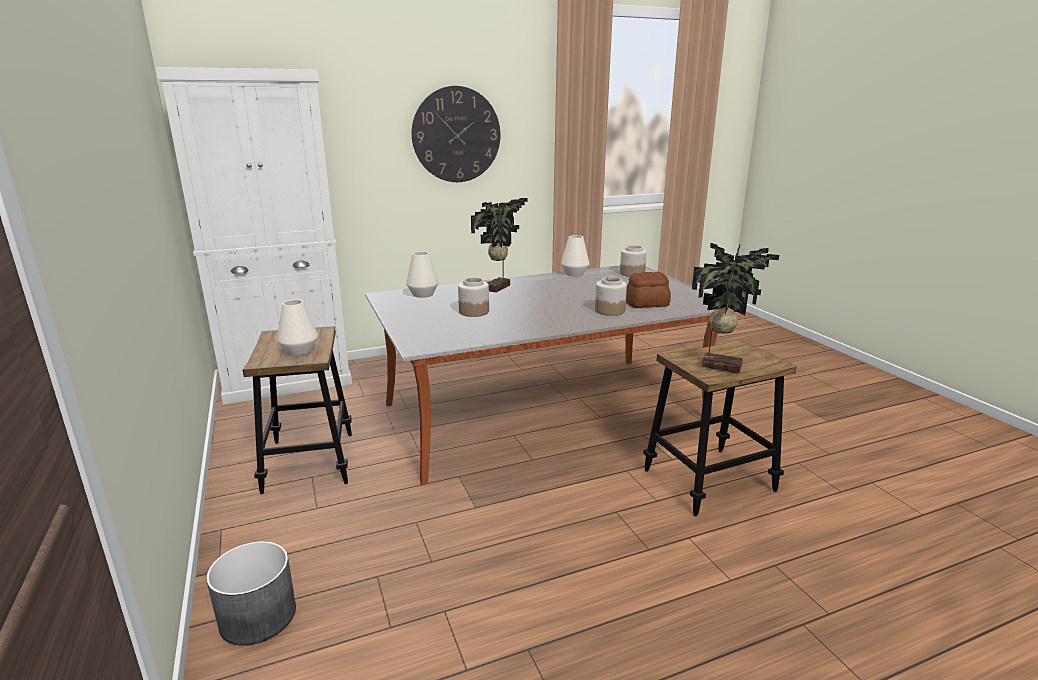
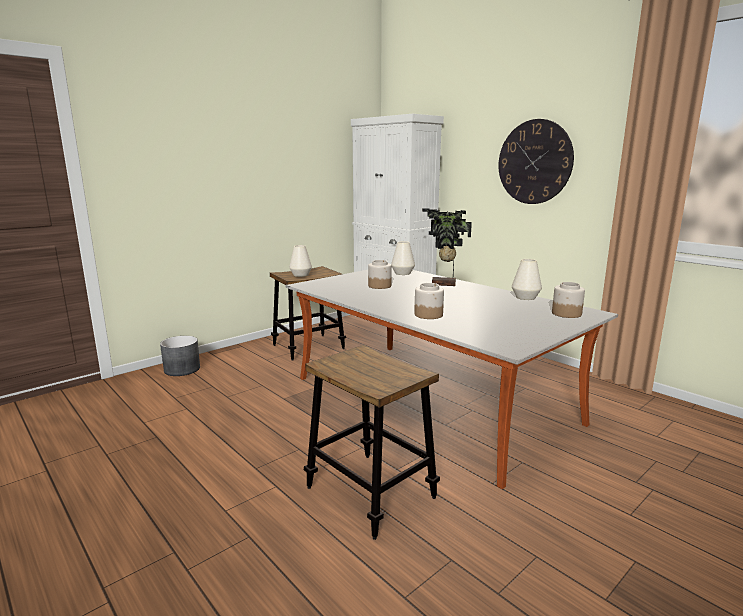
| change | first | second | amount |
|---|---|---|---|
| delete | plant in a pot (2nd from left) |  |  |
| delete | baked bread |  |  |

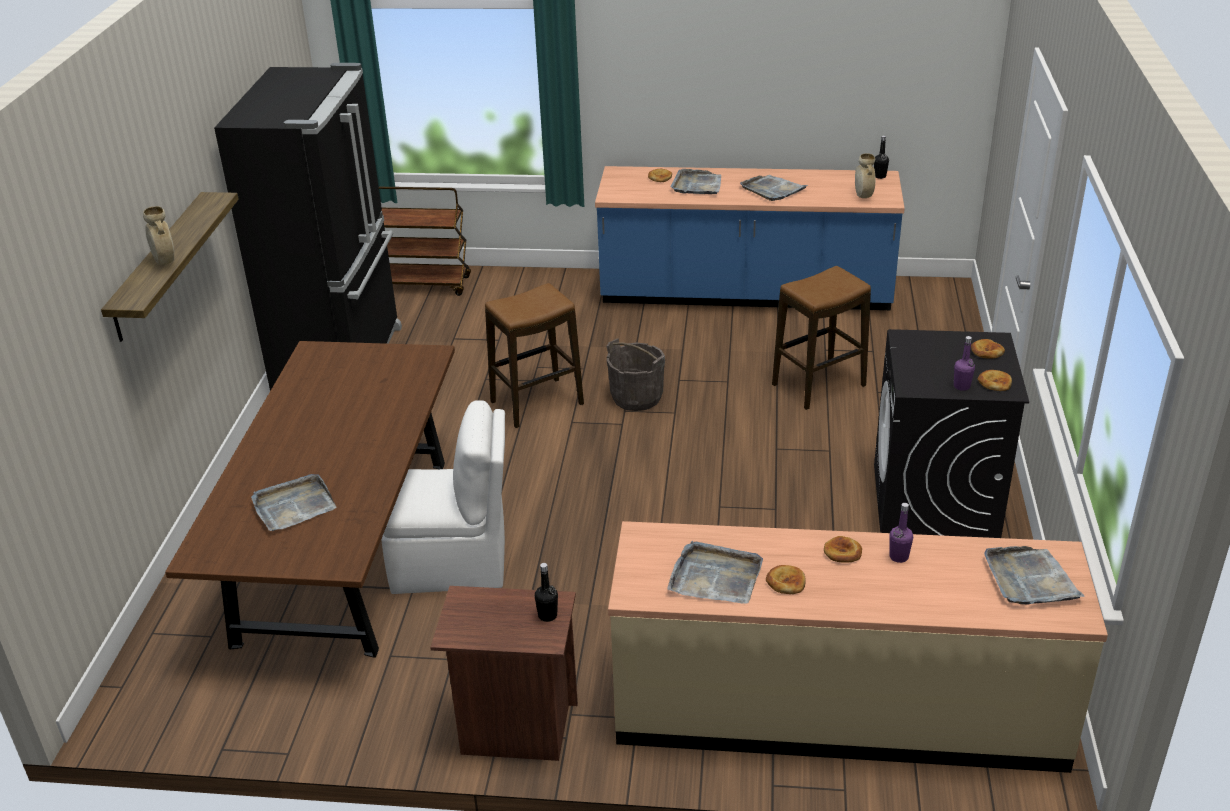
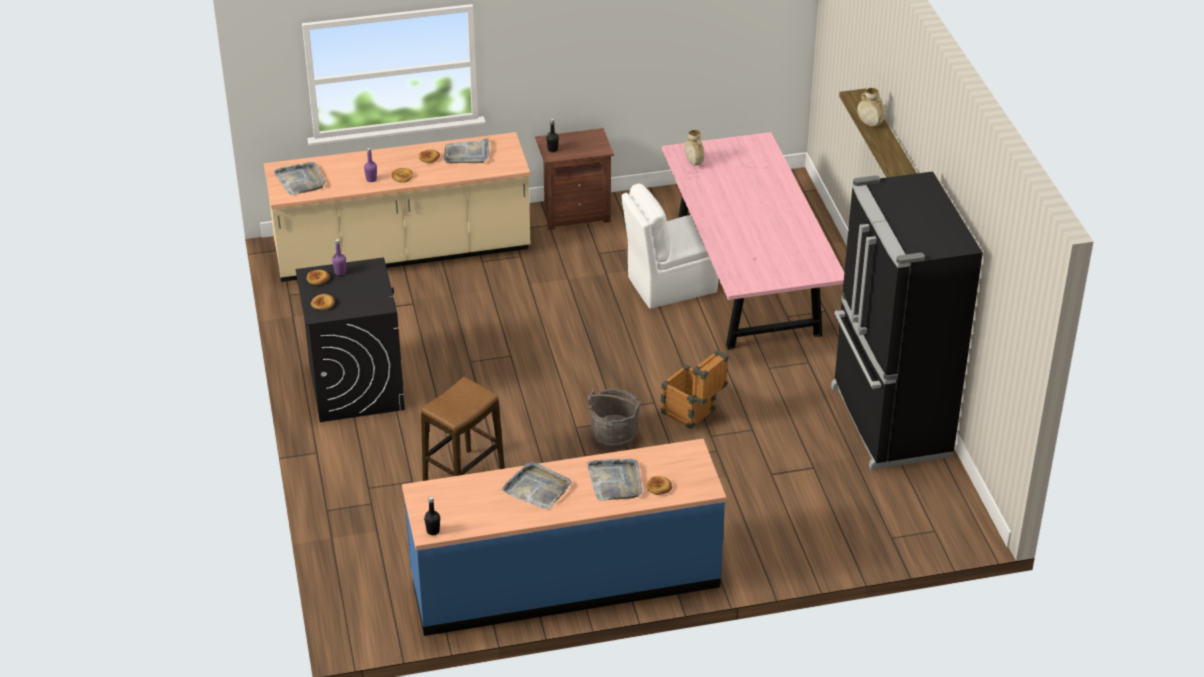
| change | first | second | amount |
|---|---|---|---|
| move | beige vase (2nd from left in the first image) | beige vase (1st from left) |  |
| delete | brownish wheeled cart |  |  |
| replace | sitting stool (1st from left) | crate |  |
| recolor | brownish dinner table | pink dinner table |  |
| delete | grey carrying tray (1st from left) |  |  |

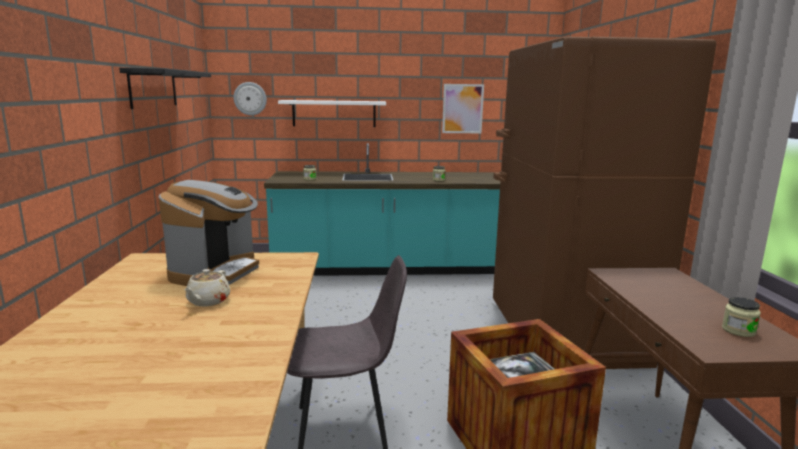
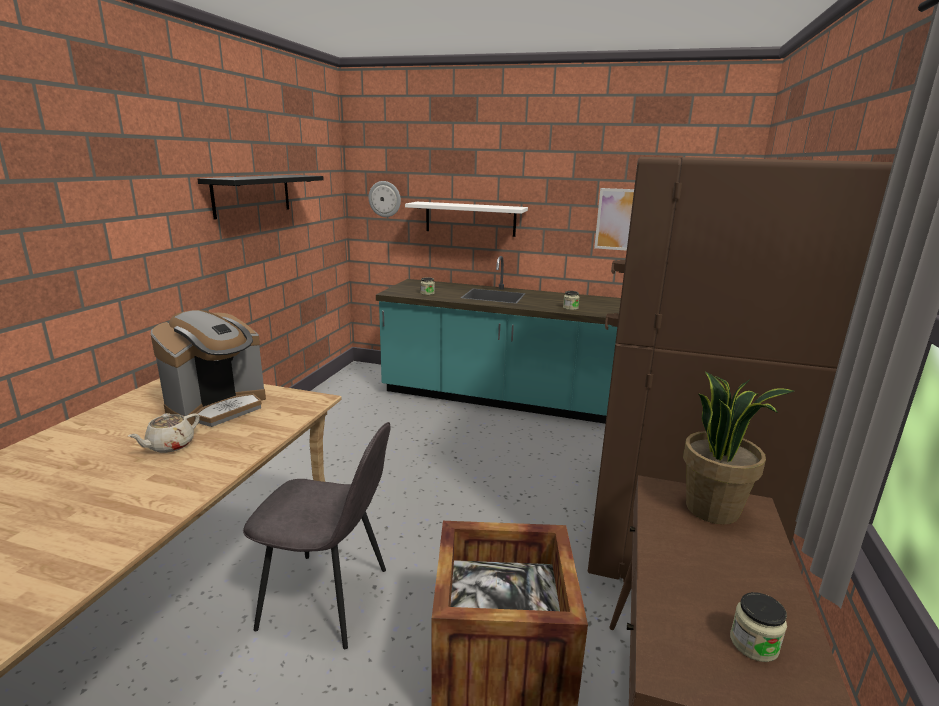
| change | first | second | amount |
|---|---|---|---|
| insert |  | plant in a pot |  |

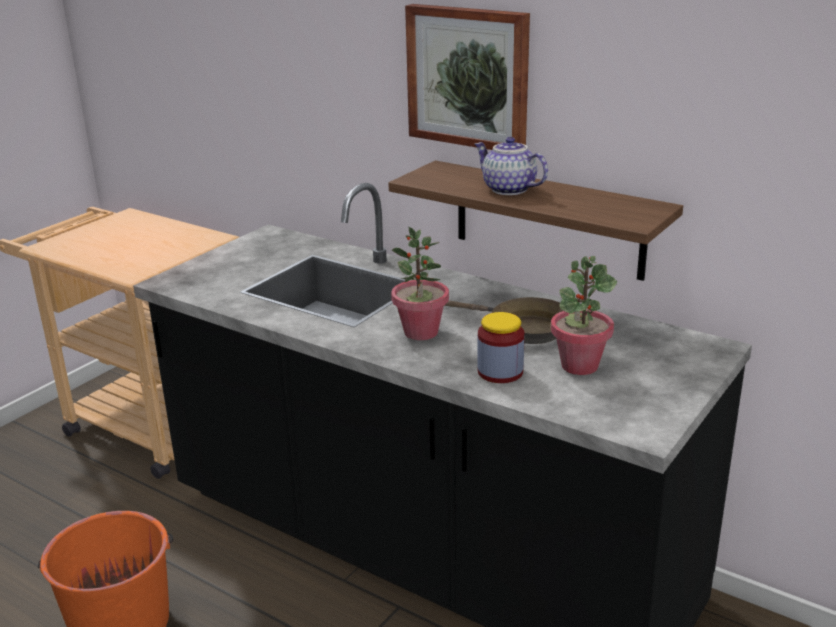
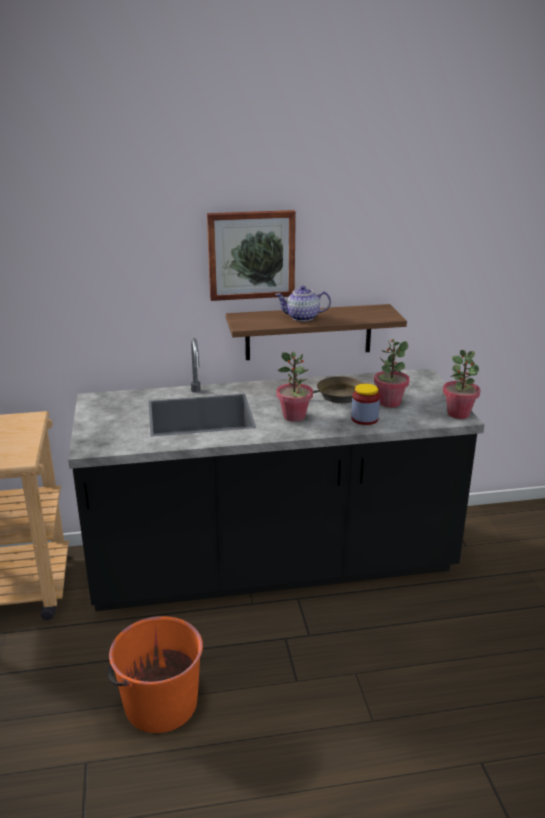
| change | first | second | amount |
|---|---|---|---|
| insert |  | plant in a pot (3rd from left) |  |

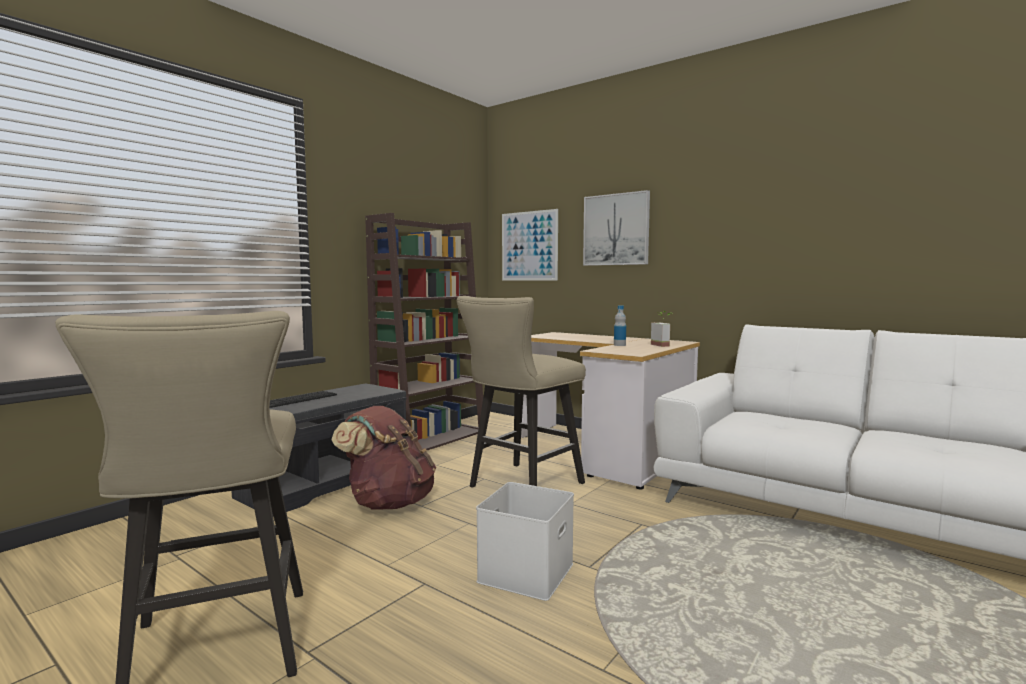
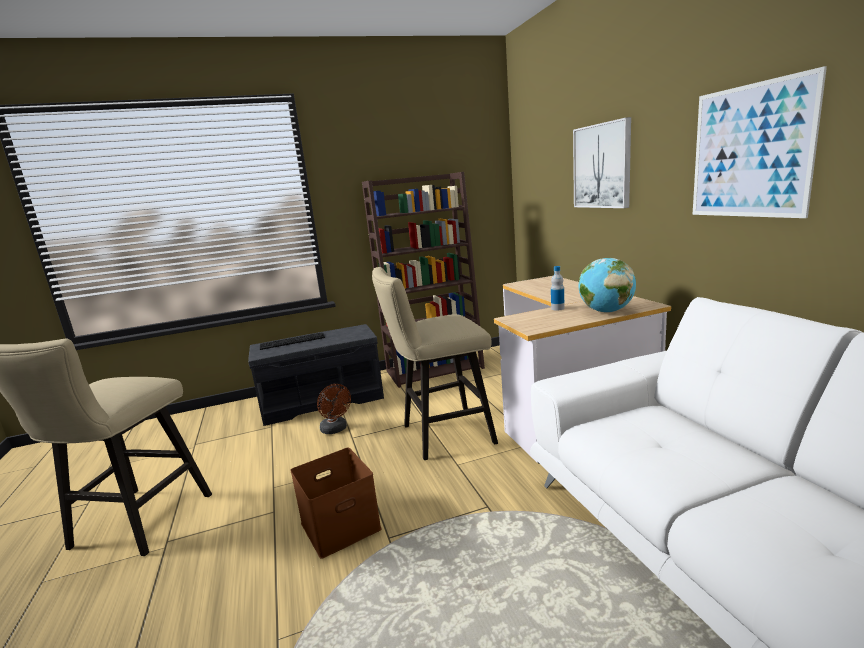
| change | first | second | amount |
|---|---|---|---|
| move | wall art (1st from left in the first image) | wall art (2nd from left) |  |
| replace | plant in a pot | desk globe |  |
| replace | brownish backpack | brownish electric fan |  |
| recolor | white storage bin | brownish storage bin |  |

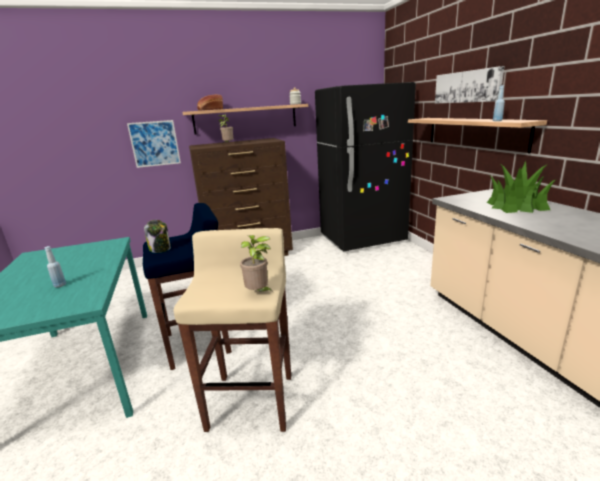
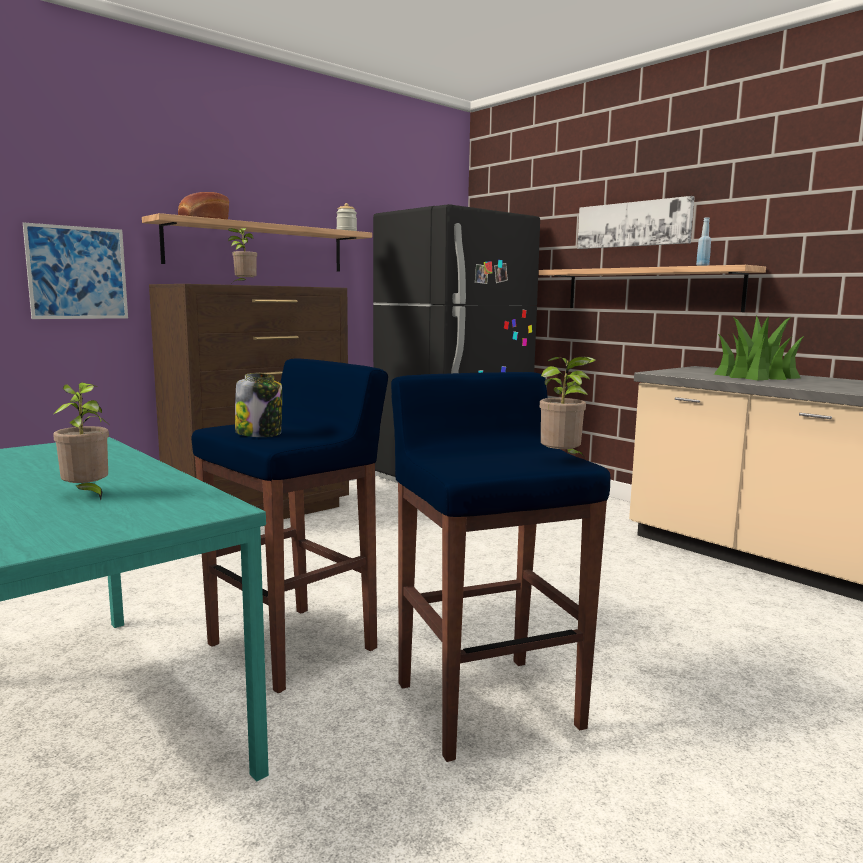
| change | first | second | amount |
|---|---|---|---|
| recolor | beige sitting stool | bluish sitting stool (2nd from left) |  |
| replace | bluish beverage bottle (1st from left) | plant in a pot (1st from left) |  |

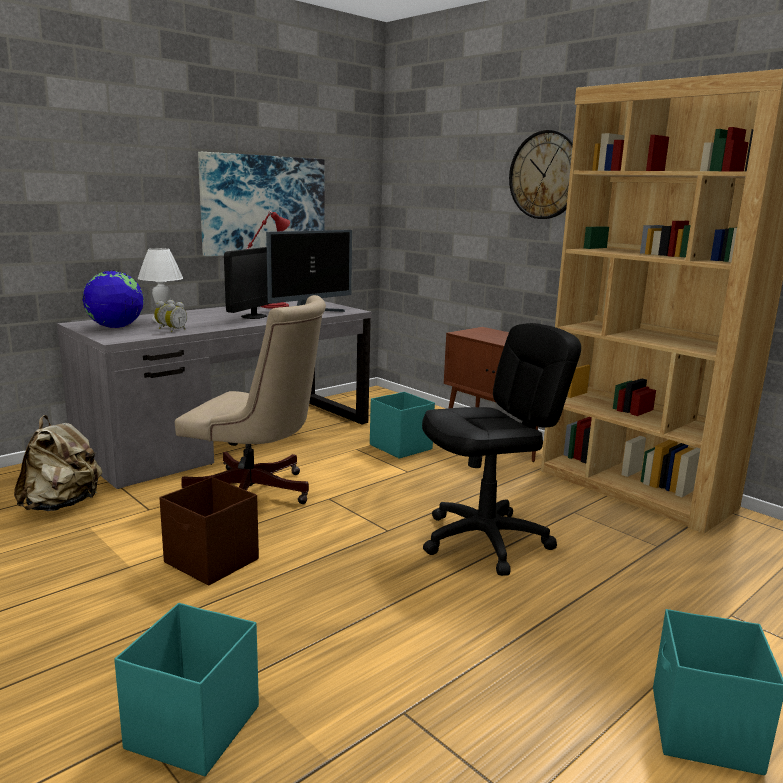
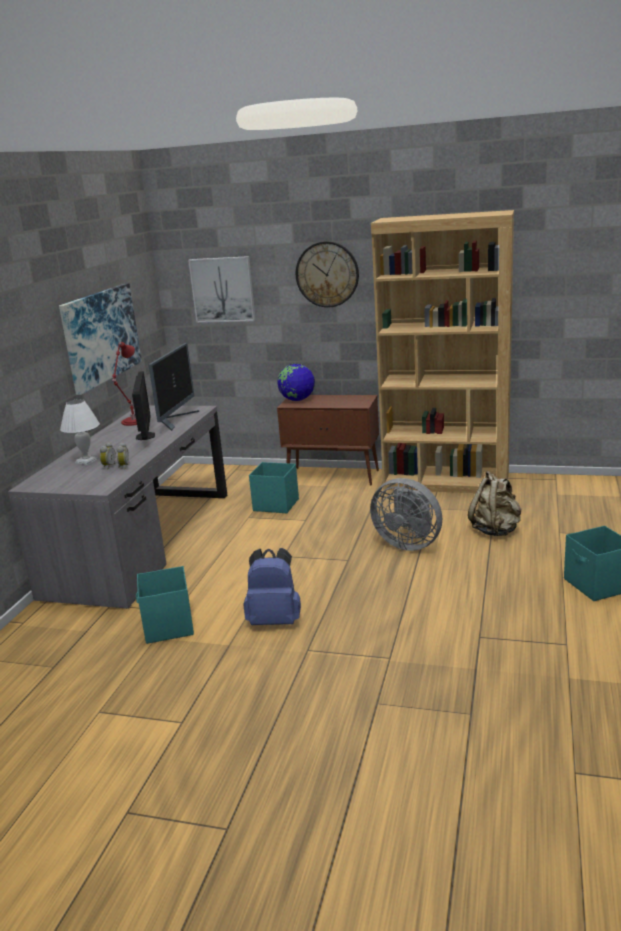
| change | first | second | amount |
|---|---|---|---|
| move | desk globe |  |  |
| delete | beige computer chair |  |  |
| replace | black computer chair | grey electric fan |  |
| move | beige backpack |  |  |
| replace | brownish storage bin | bluish backpack |  |
| move | turquoise-coloured storage bin (1st from left) |  |  |
| insert |  | wall art (2nd from left) |  |

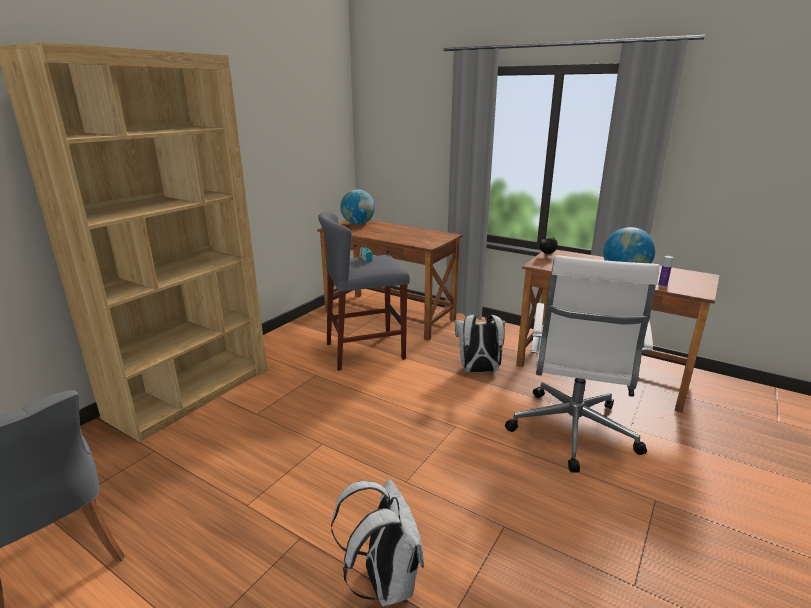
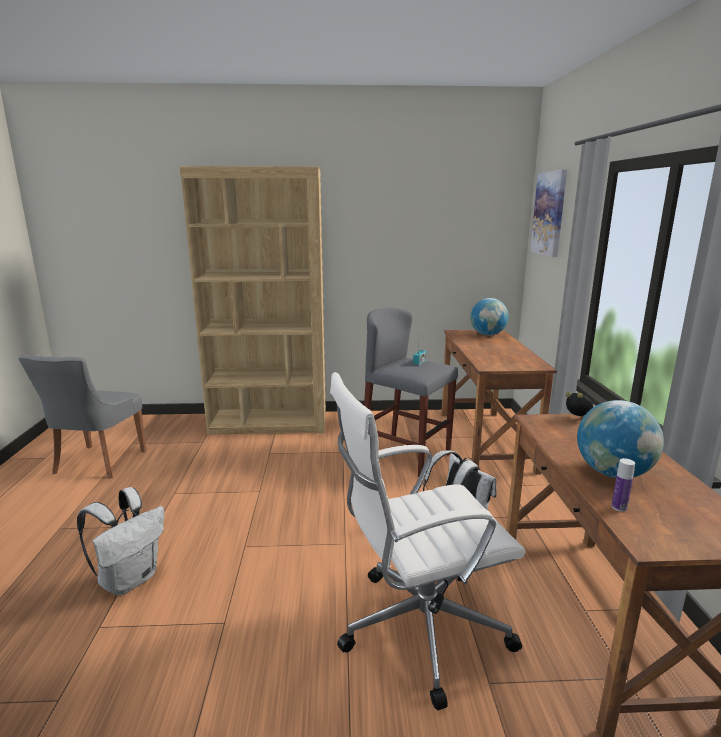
| change | first | second | amount |
|---|---|---|---|
| insert |  | wall art |  |

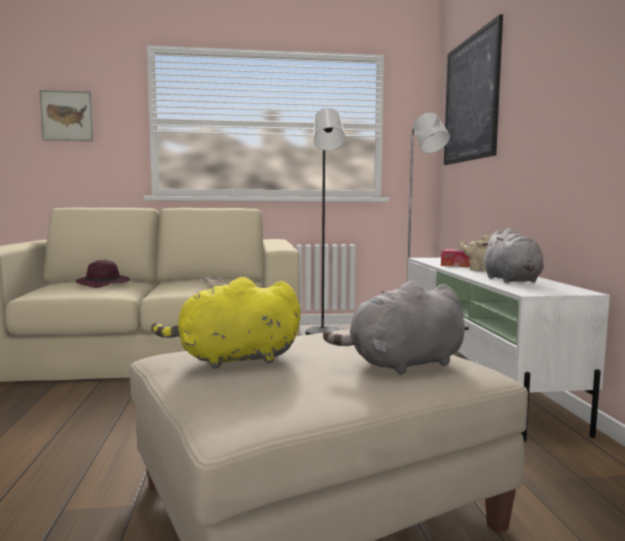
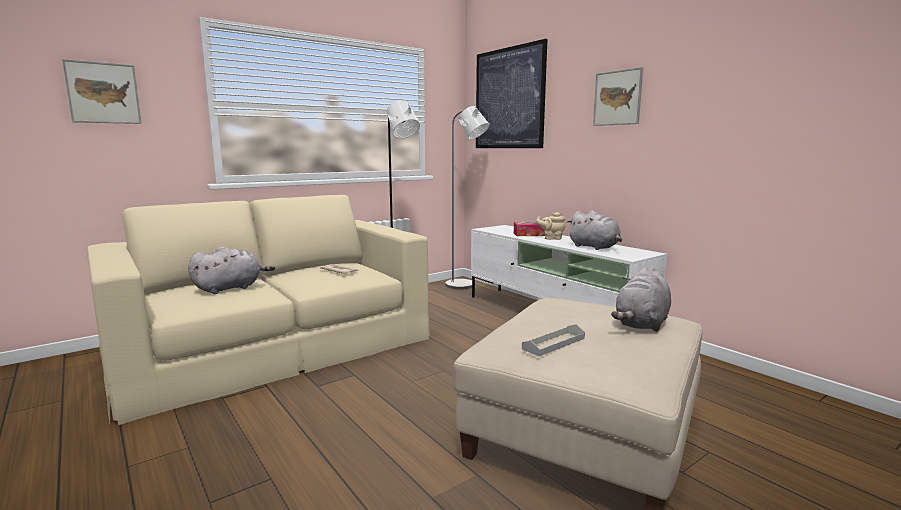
| change | first | second | amount |
|---|---|---|---|
| replace | purplish hat | grey soft toy (1st from left) |  |
| replace | yellowish soft toy | grey carrying tray |  |
| insert |  | wall art (3rd from left) |  |

